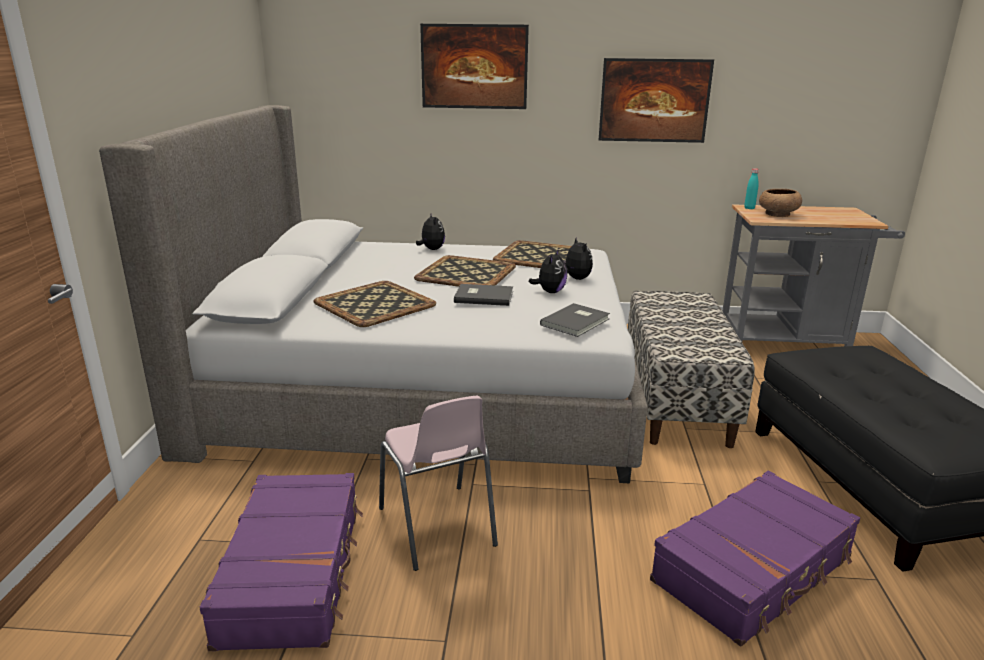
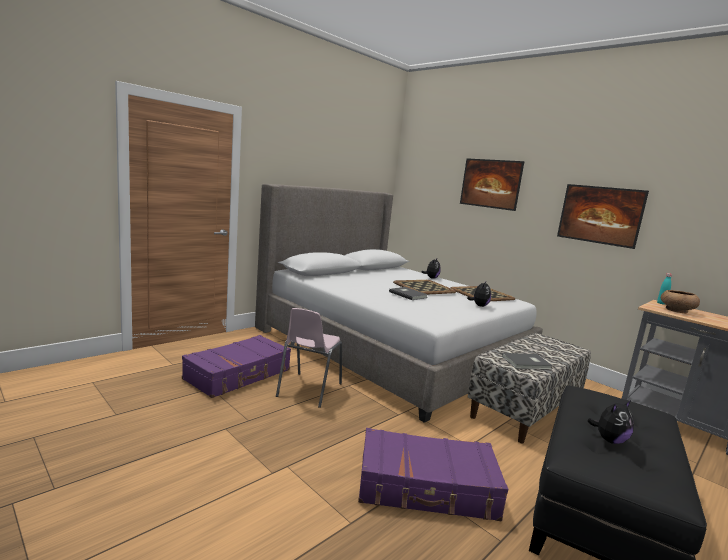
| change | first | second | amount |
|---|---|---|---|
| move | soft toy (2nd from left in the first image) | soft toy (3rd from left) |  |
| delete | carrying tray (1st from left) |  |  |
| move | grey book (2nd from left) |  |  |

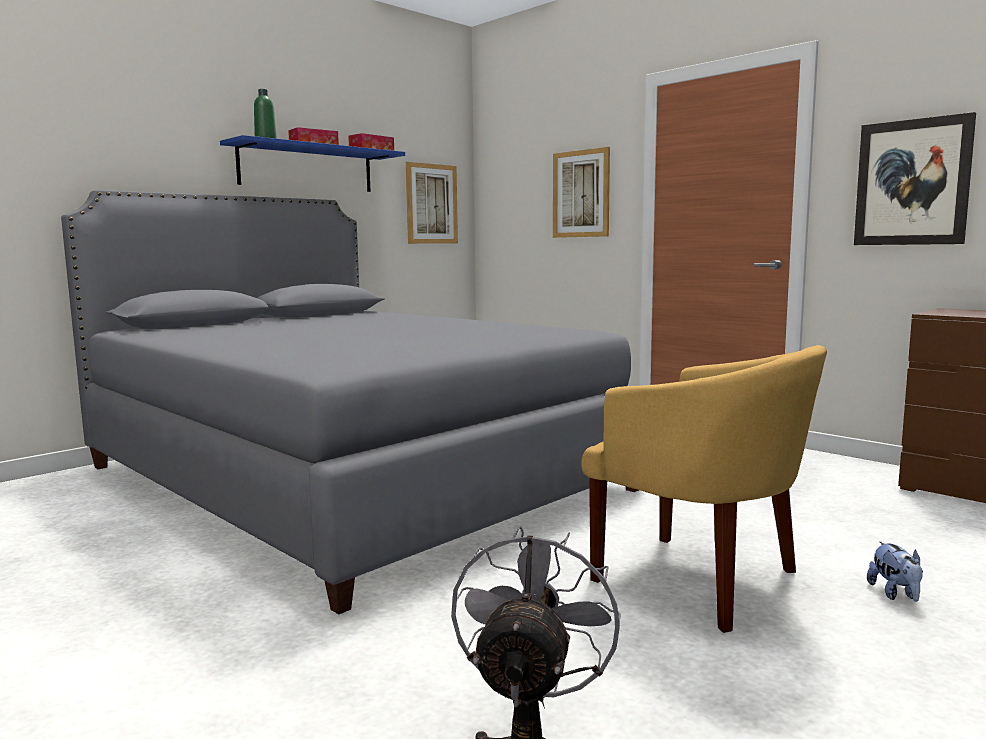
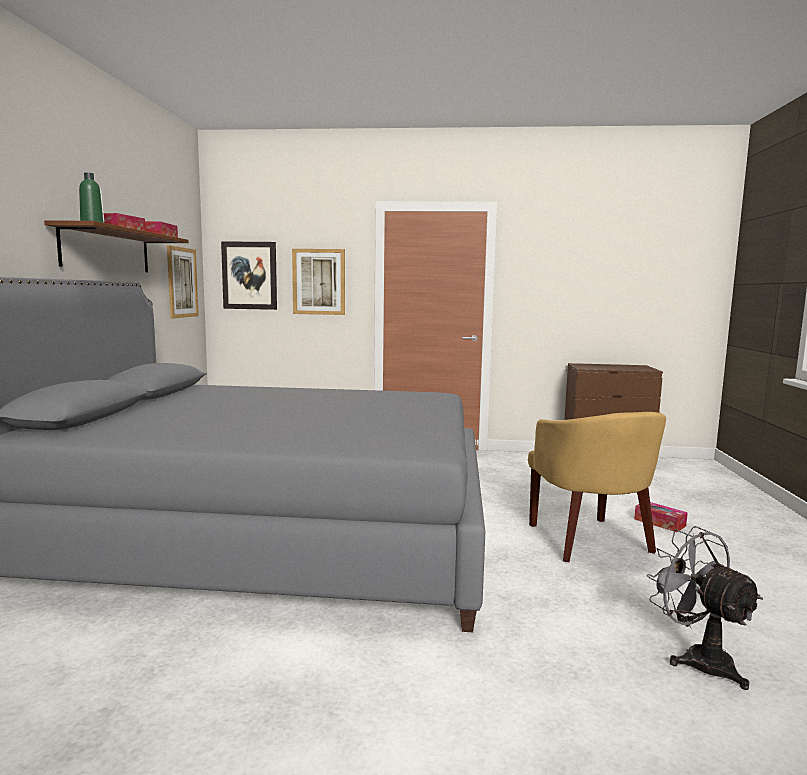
| change | first | second | amount |
|---|---|---|---|
| move | wall art (3rd from left in the first image) | wall art (2nd from left) |  |
| recolor | bluish wall shelf | brownish wall shelf |  |
| rotate | yellowish lounge chair |  | 75 degrees clockwise |
| replace | soft toy | tissue holder (3rd from left) |  |

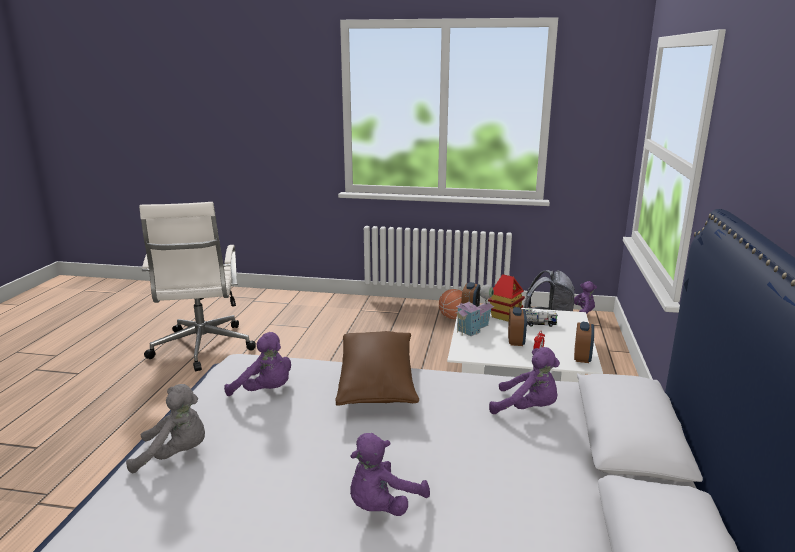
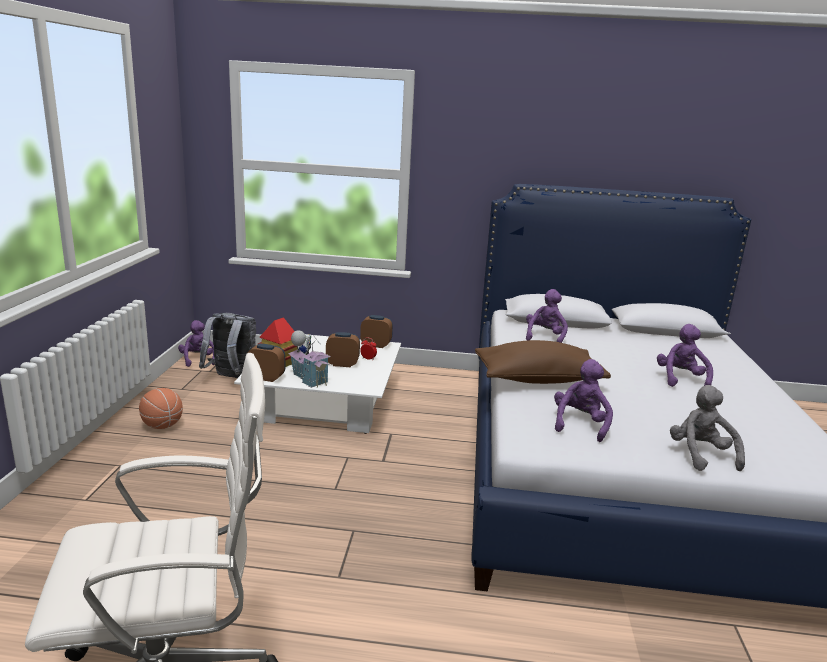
| change | first | second | amount |
|---|---|---|---|
| rotate | purplish soft toy (2nd from left in the first image) | purplish soft toy (4th from left) | 120 degrees counterclockwise |

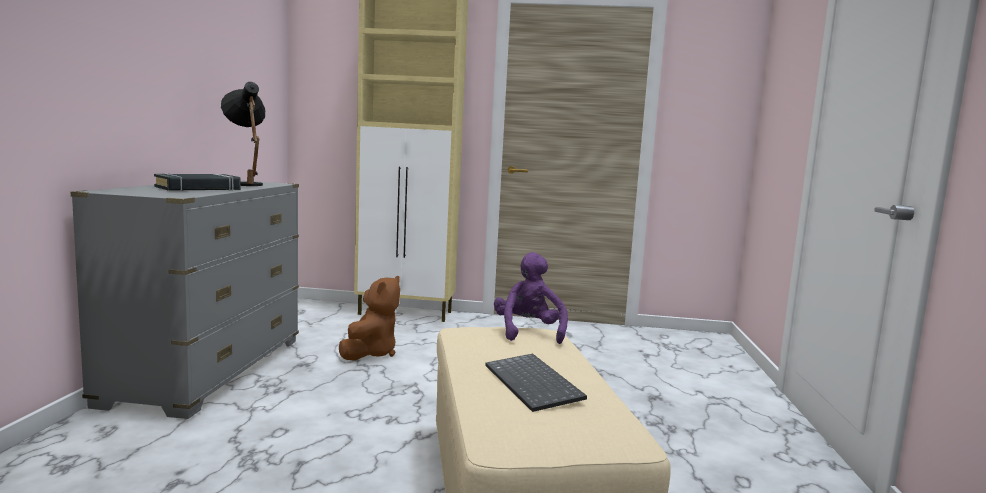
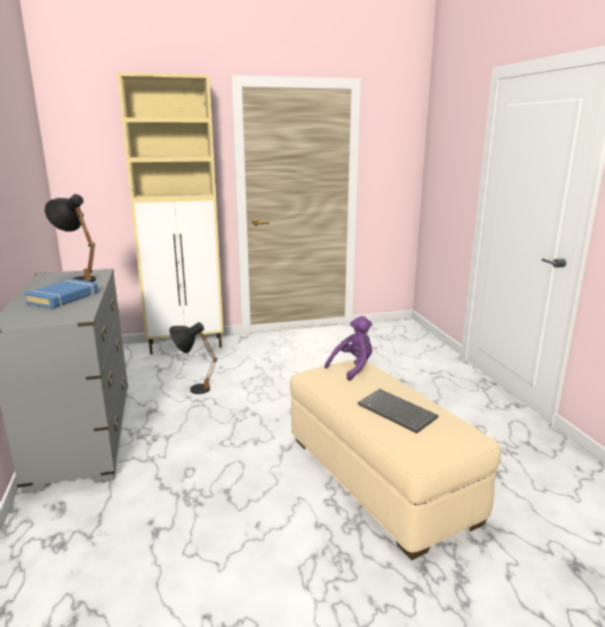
| change | first | second | amount |
|---|---|---|---|
| recolor | black book | bluish book |  |
| rotate | purplish soft toy |  | 75 degrees clockwise |
| replace | brownish soft toy | black table lamp (2nd from left) |  |

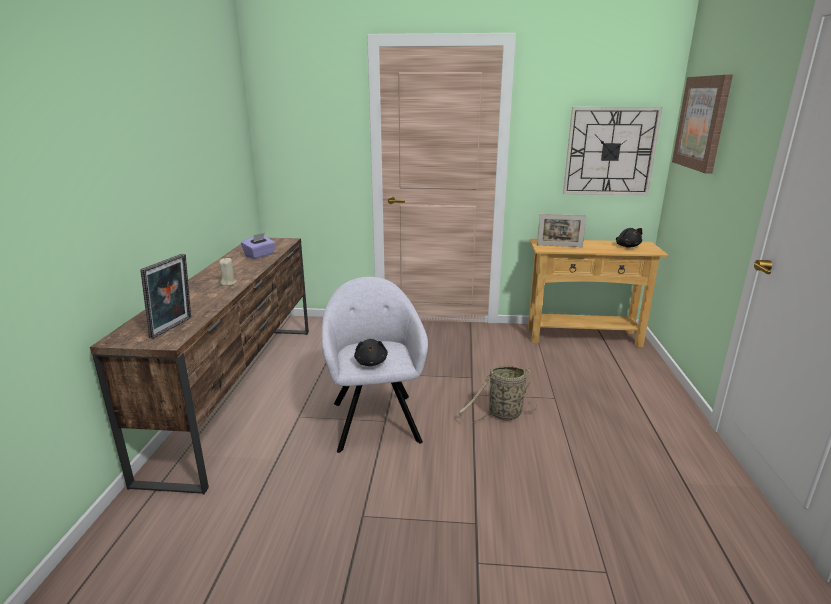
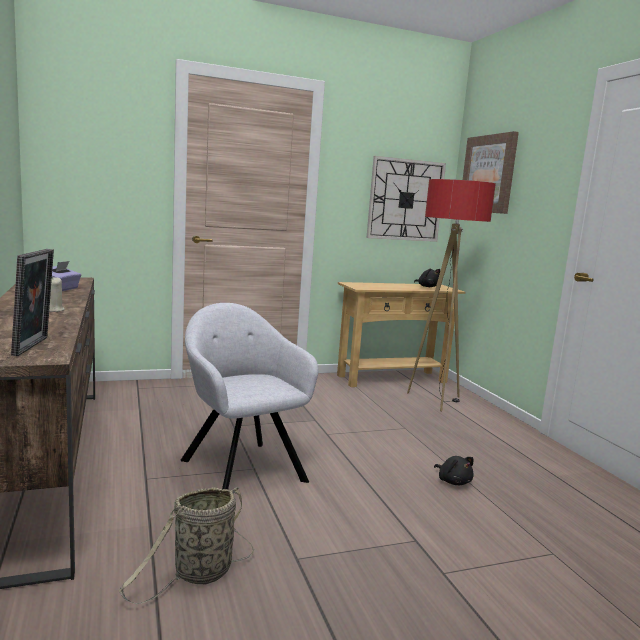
| change | first | second | amount |
|---|---|---|---|
| delete | photo frame (2nd from left) |  |  |
| move | black soft toy (1st from left in the first image) | black soft toy (2nd from left) |  |
| move | household basket |  |  |
| insert |  | standing lamp |  |

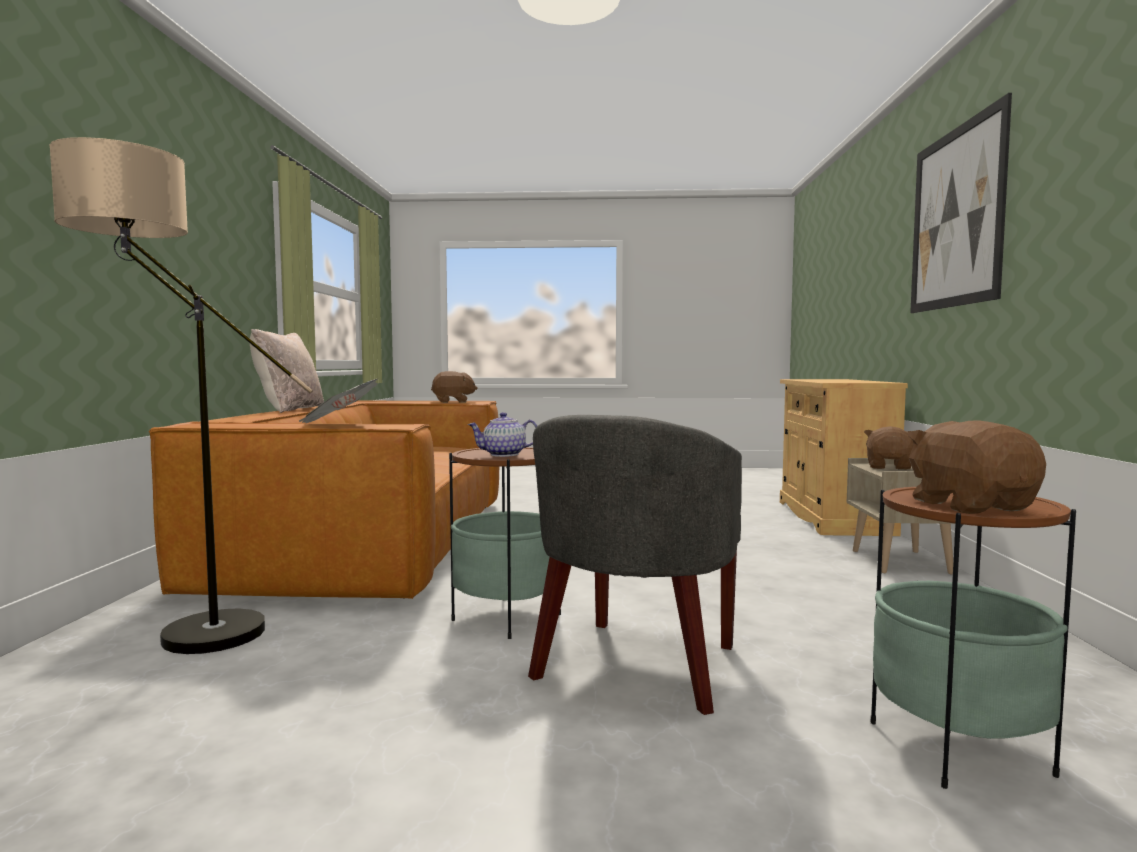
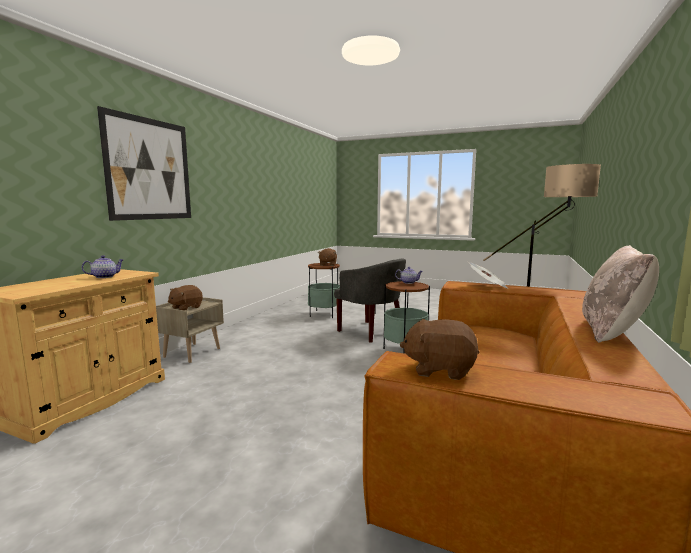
| change | first | second | amount |
|---|---|---|---|
| rotate | grey lounge chair |  | 90 degrees clockwise |
| insert |  | tea pot (1st from left) |  |

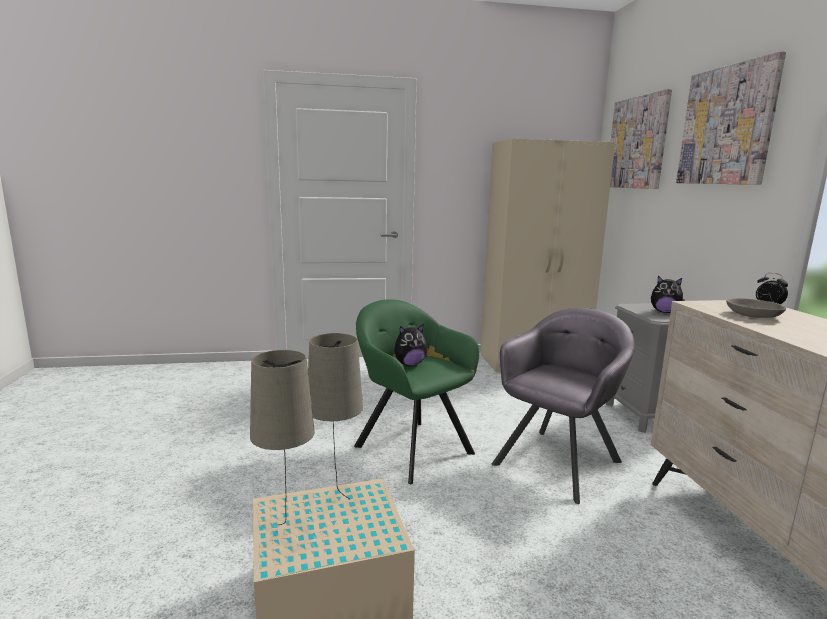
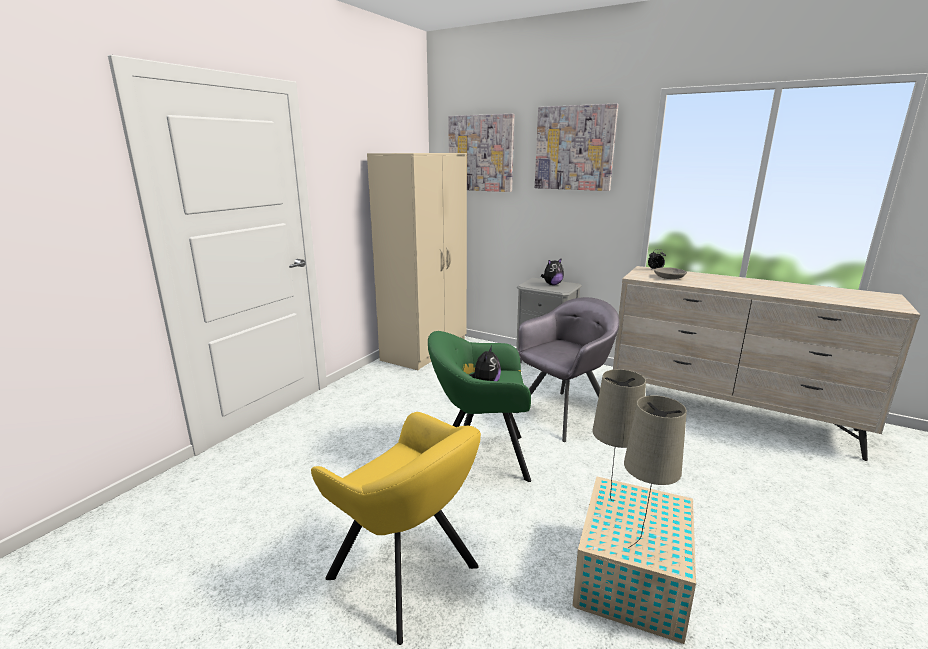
| change | first | second | amount |
|---|---|---|---|
| rotate | grey lounge chair |  | 60 degrees clockwise |
| insert |  | yellowish lounge chair |  |

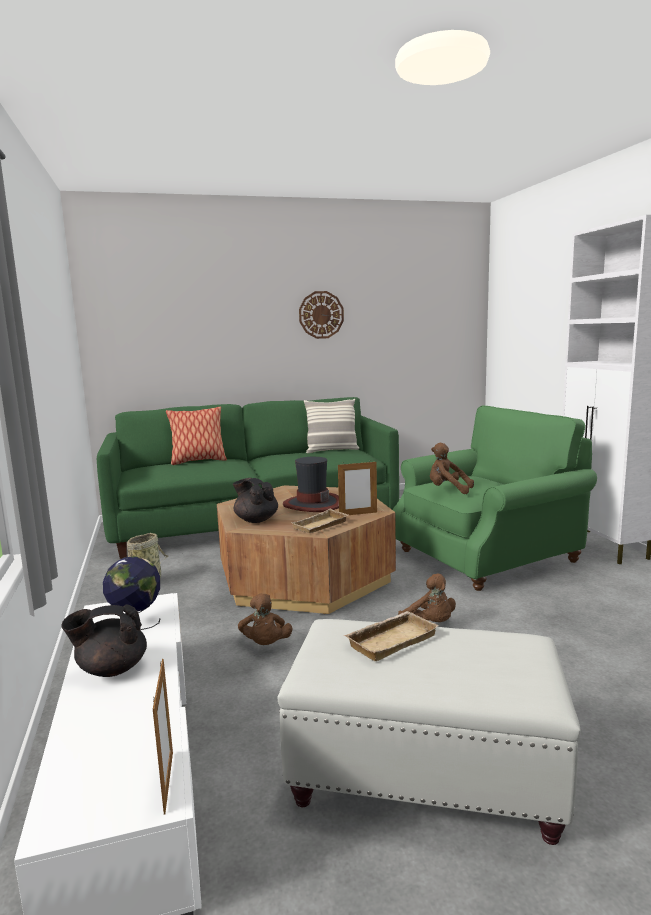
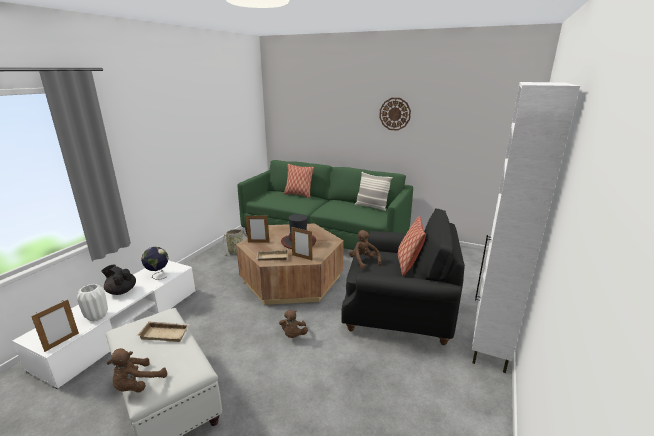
| change | first | second | amount |
|---|---|---|---|
| recolor | greenish lounge chair | black lounge chair |  |
| replace | black tea pot (2nd from left) | photo frame (2nd from left) |  |
| move | brownish soft toy (1st from left) |  |  |
| insert |  | pillow (3rd from left) |  |
| insert |  | white vase |  |

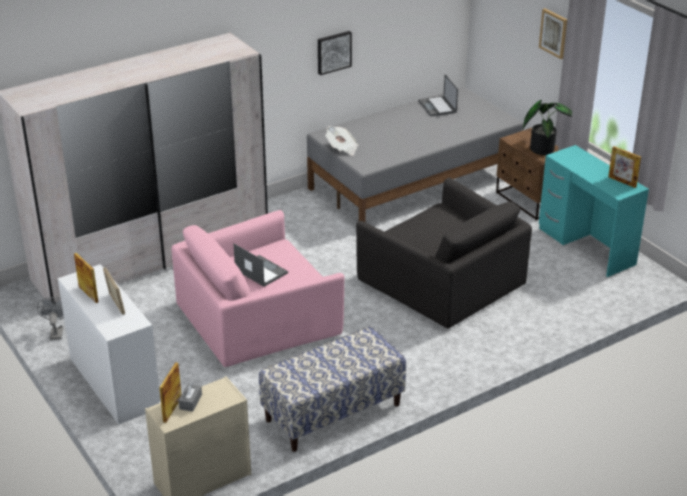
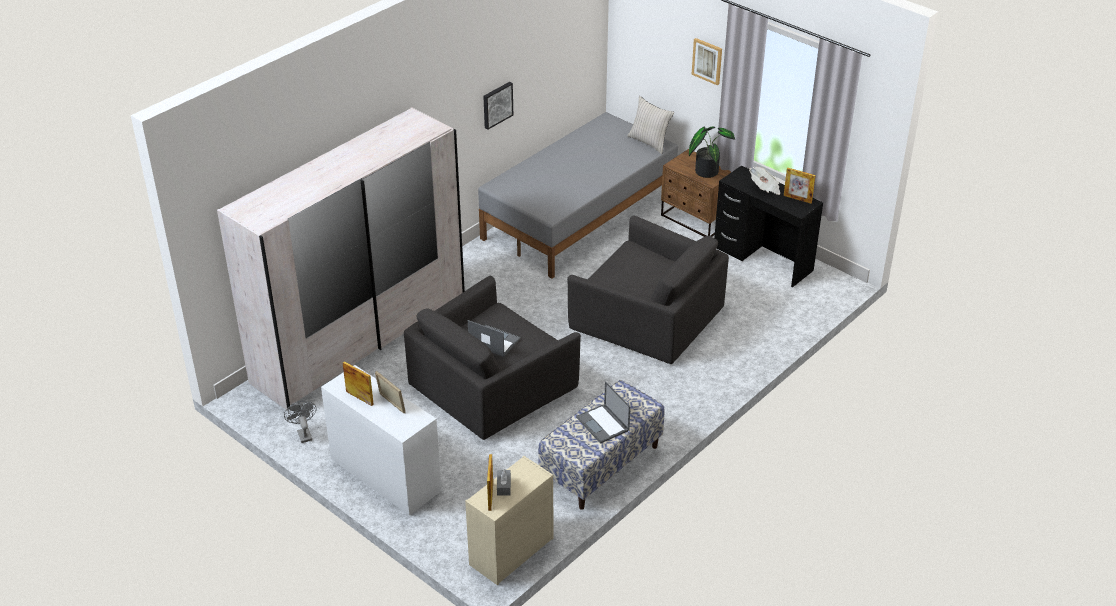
| change | first | second | amount |
|---|---|---|---|
| move | portable computer (2nd from left) |  |  |
| move | printed paper |  |  |
| recolor | turquoise-coloured desk unit | black desk unit |  |
| recolor | pink lounge chair | black lounge chair (1st from left) |  |
| insert |  | beige pillow |  |

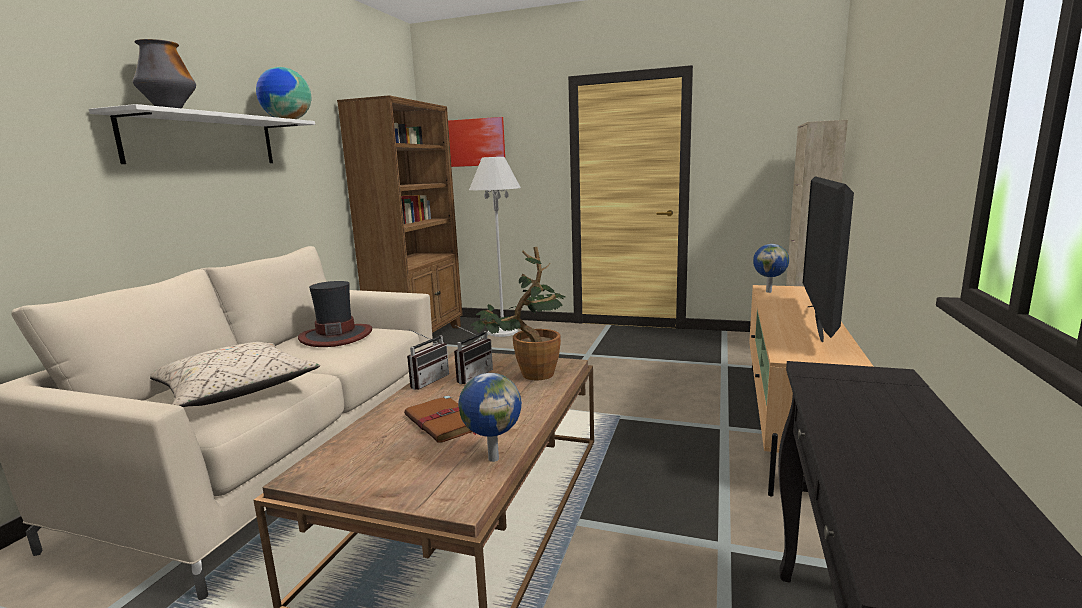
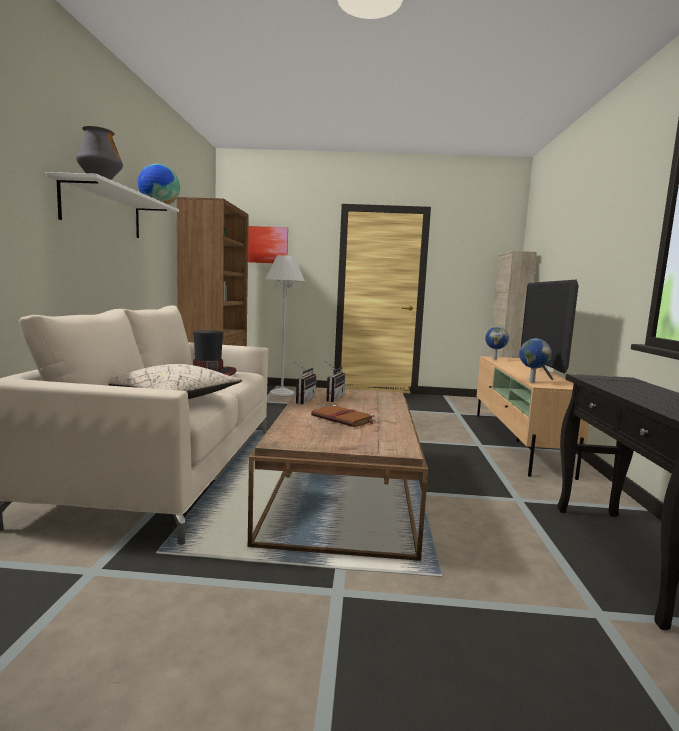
| change | first | second | amount |
|---|---|---|---|
| delete | plant in a pot |  |  |
| move | desk globe (2nd from left in the first image) | desk globe (3rd from left) |  |

